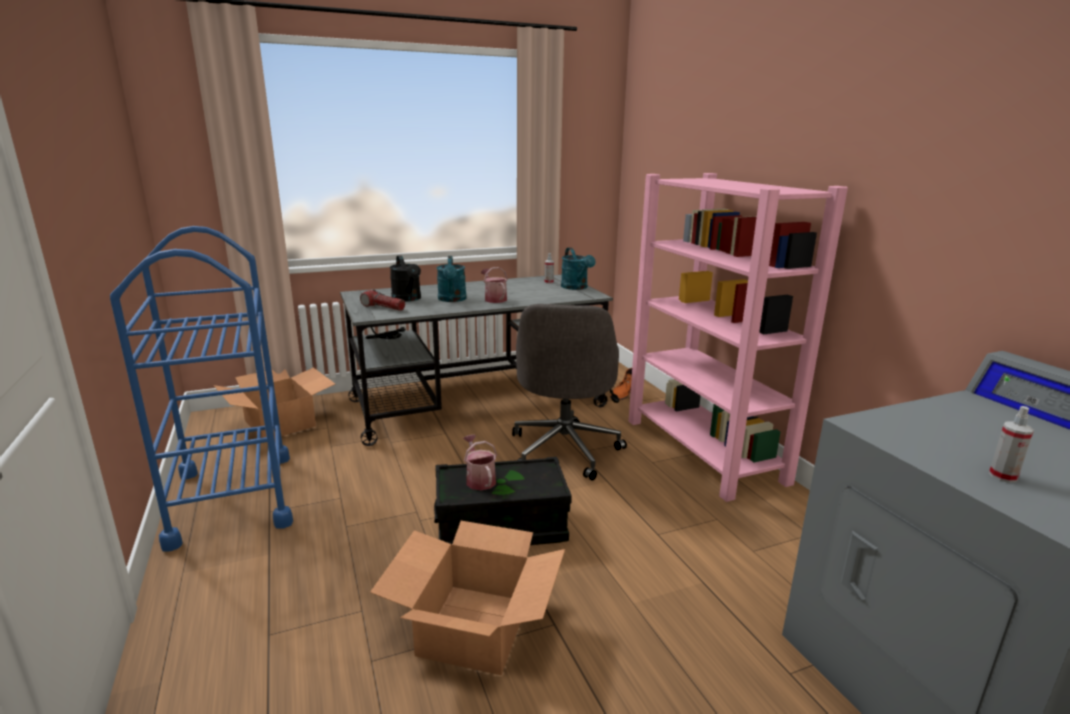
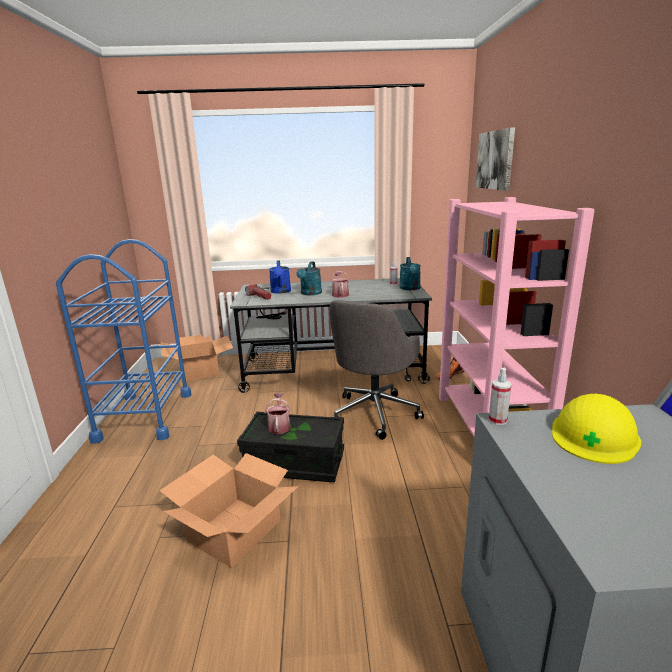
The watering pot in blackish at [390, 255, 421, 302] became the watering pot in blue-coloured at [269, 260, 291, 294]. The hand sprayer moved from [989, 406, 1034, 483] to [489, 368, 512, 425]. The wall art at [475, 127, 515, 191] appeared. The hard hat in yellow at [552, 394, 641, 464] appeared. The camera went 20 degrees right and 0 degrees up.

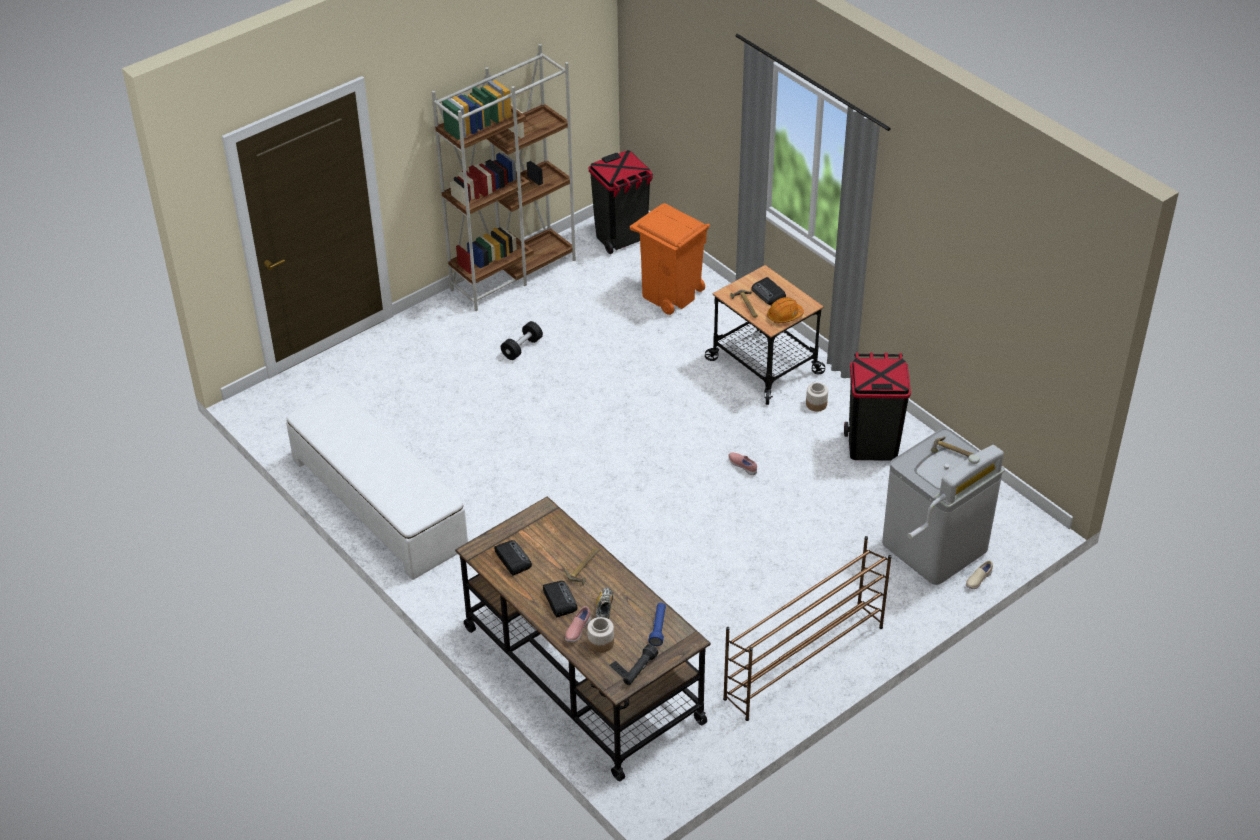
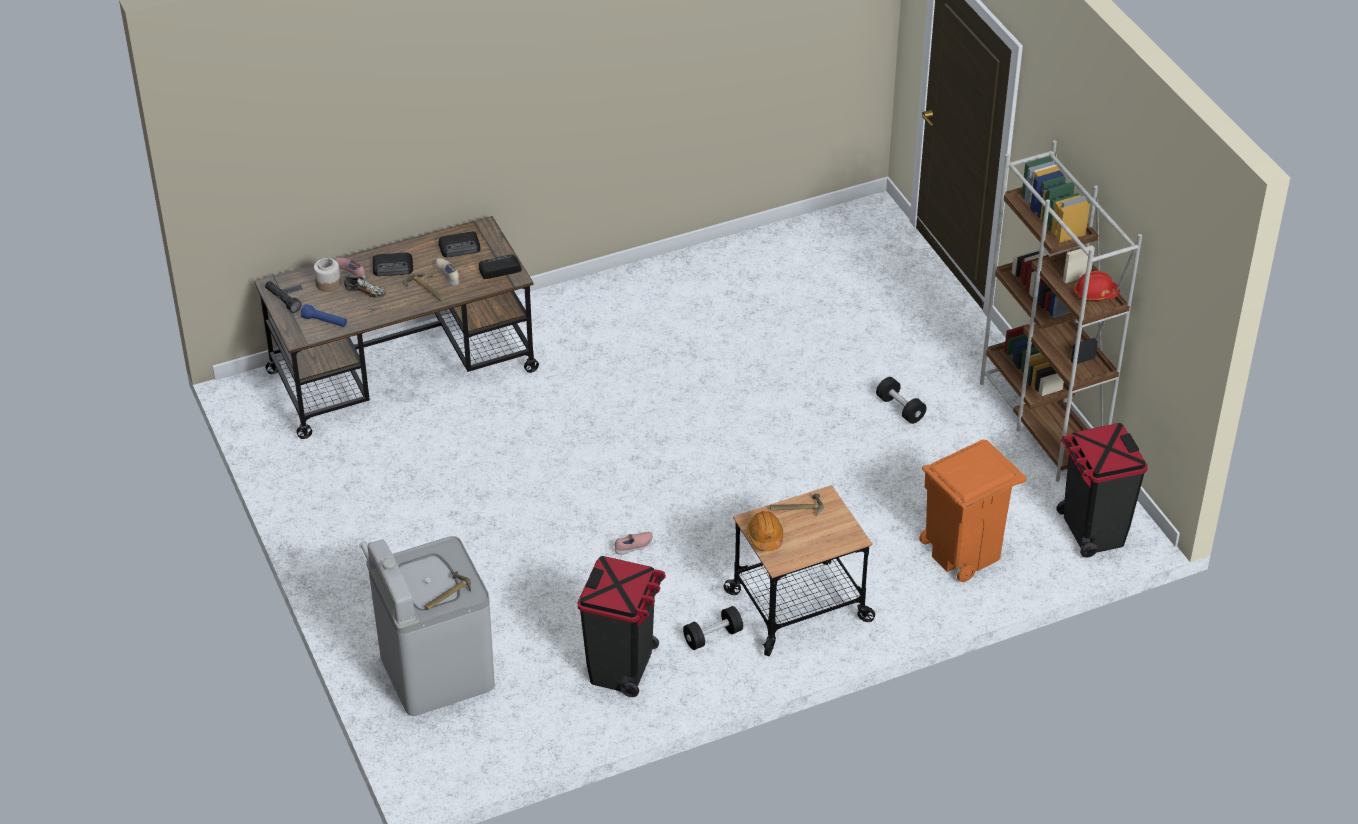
The radio moved from [751, 277, 786, 305] to [479, 254, 522, 279]. The storage jar at [806, 383, 828, 411] was replaced by the dumbbell in blackish at [683, 606, 743, 650]. The indoor bench in whitish at [286, 389, 468, 580] disappeared. The shoe rack in brown-coloured at [723, 536, 892, 721] disappeared. The shoe in beige-coloured moved from [966, 560, 993, 589] to [436, 258, 459, 286]. The hard hat in red at [1074, 271, 1120, 301] appeared. The camera went 105 degrees right and 0 degrees up.

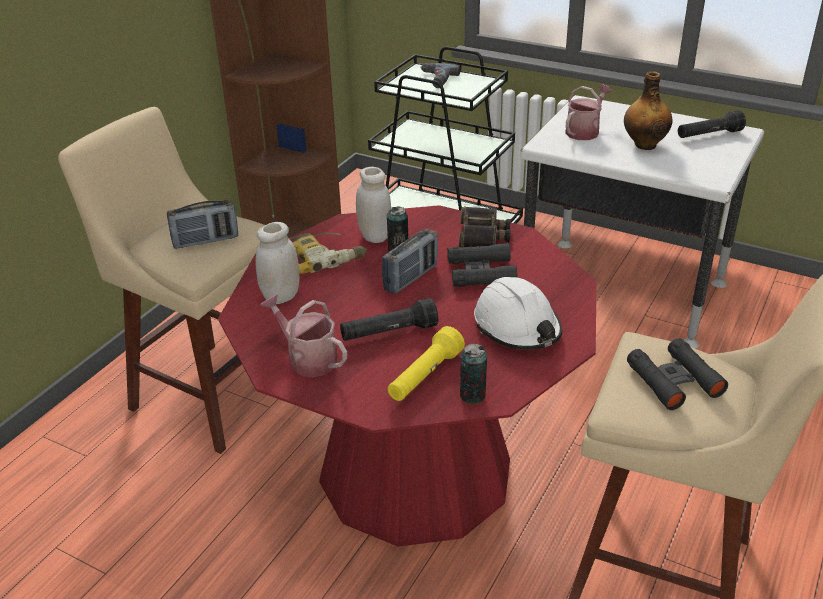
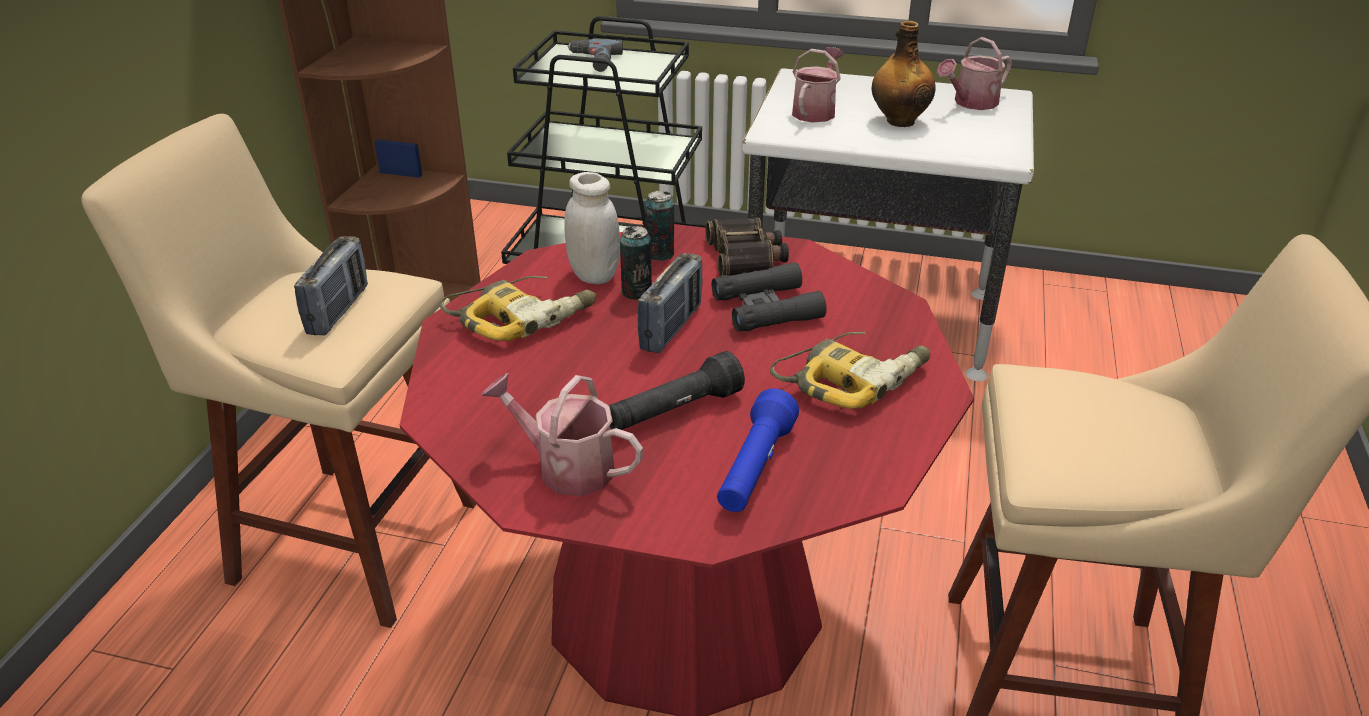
The torch in blackish at [678, 110, 746, 138] was replaced by the watering pot at [937, 37, 1012, 110]. The radio at [167, 200, 238, 249] turned 45 degrees counterclockwise. The storage jar in whitish at [255, 222, 300, 304] disappeared. The hard hat in whitish at [474, 277, 562, 350] was replaced by the power drill at [770, 332, 930, 409]. The torch in yellow at [388, 326, 465, 401] became the torch in blue-coloured at [717, 389, 799, 512]. The pair of binoculars in blackish at [627, 338, 728, 410] disappeared. The can moved from [460, 344, 487, 404] to [645, 191, 674, 261]. The camera went 15 degrees left and 0 degrees up.

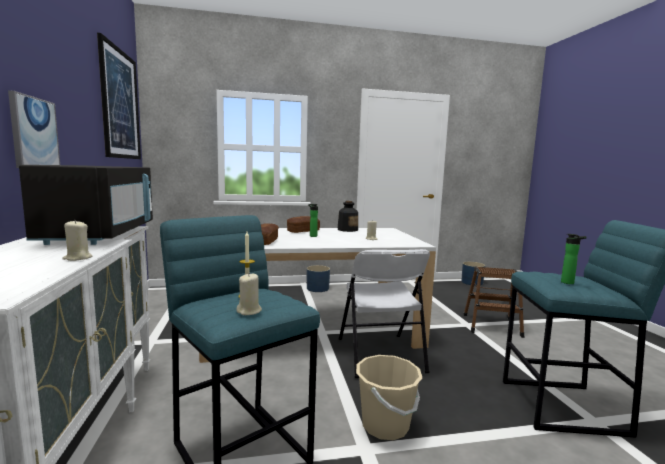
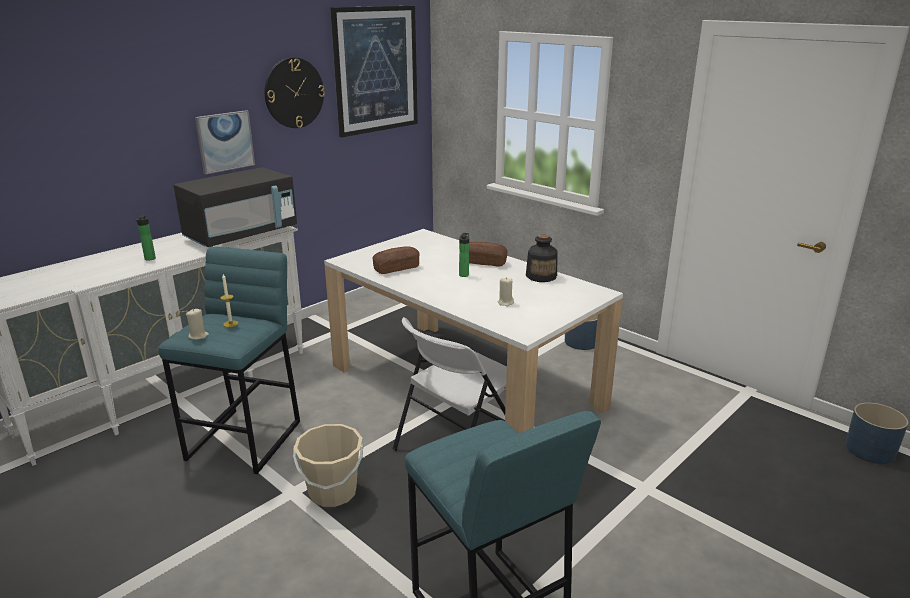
The wax light in beige-coloured at [62, 220, 92, 261] disappeared. The bottle moved from [561, 234, 587, 284] to [136, 215, 156, 261]. The step stool in brown-coloured at [463, 266, 524, 338] disappeared. The wall clock at [264, 58, 325, 128] appeared. The camera went 55 degrees right and 15 degrees up.

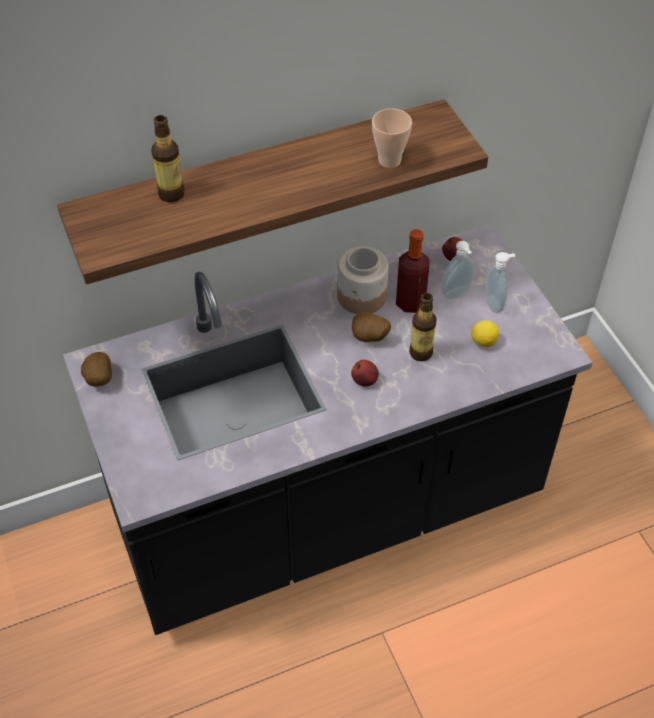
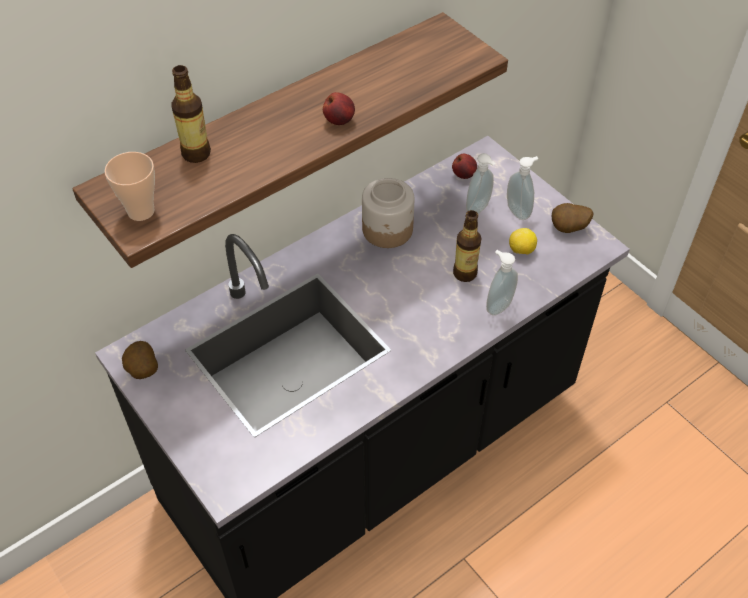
The drinking cup moved from [372, 108, 412, 168] to [104, 152, 155, 221]. The bottle at [396, 229, 429, 313] disappeared. The spud moved from [352, 312, 391, 342] to [552, 203, 594, 233]. The apple fruit moved from [351, 360, 379, 387] to [323, 92, 355, 125]. The soap bottle at [486, 250, 518, 316] appeared. The camera went 15 degrees left and 0 degrees up.

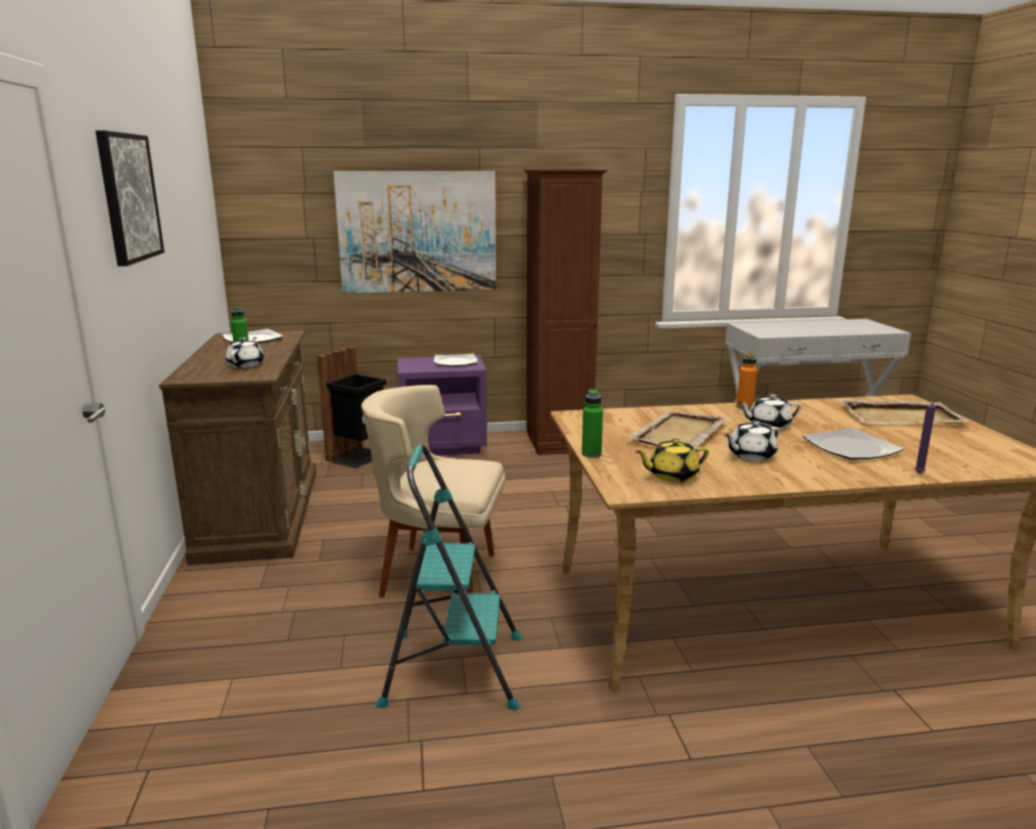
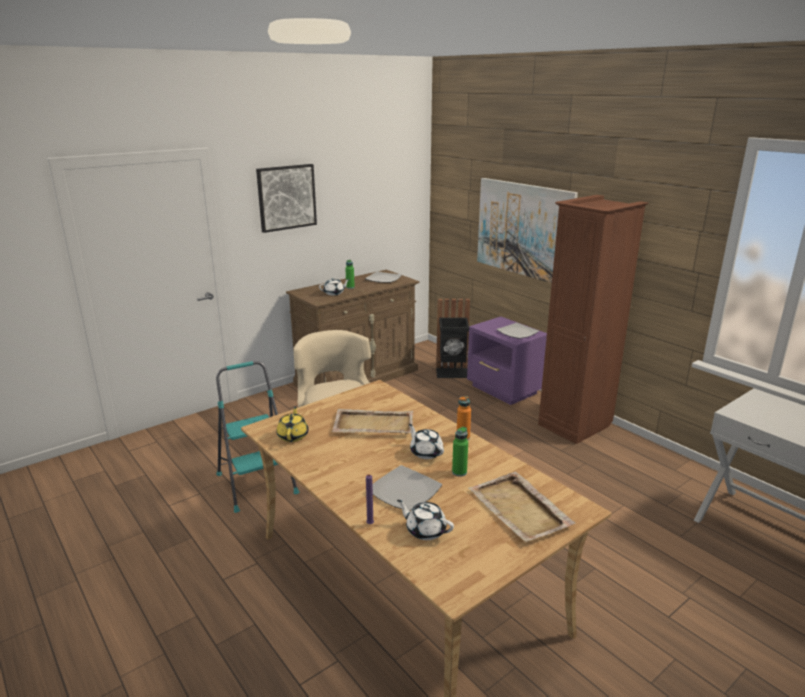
The bottle in green moved from [582, 389, 603, 458] to [452, 427, 468, 476]. The tea pot in whitish moved from [725, 420, 780, 461] to [397, 500, 454, 540]. The tea pot in yellow at [635, 439, 709, 482] turned 45 degrees clockwise. The camera went 60 degrees right and 5 degrees up.

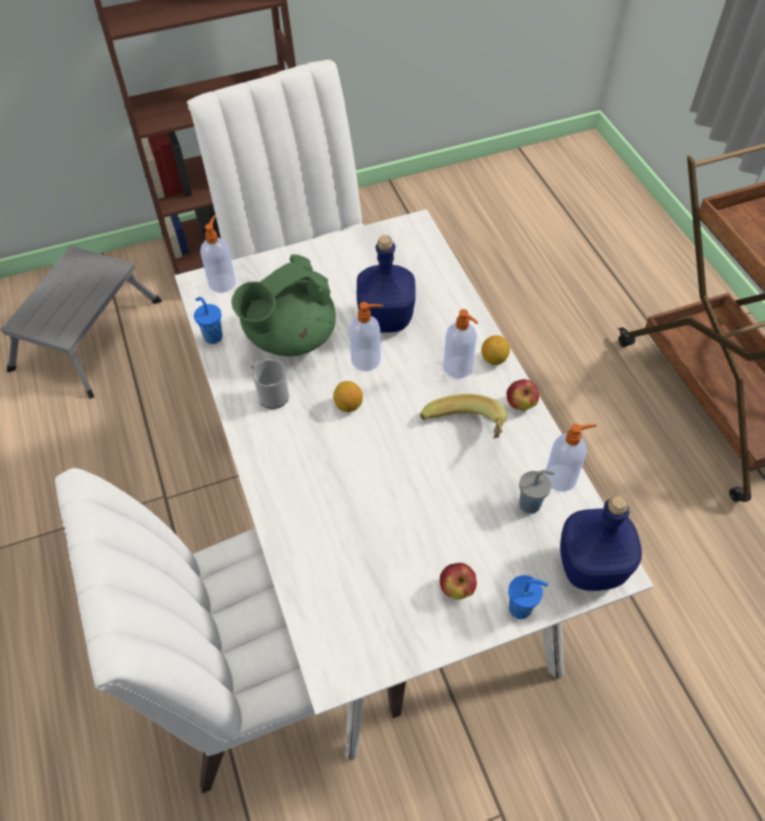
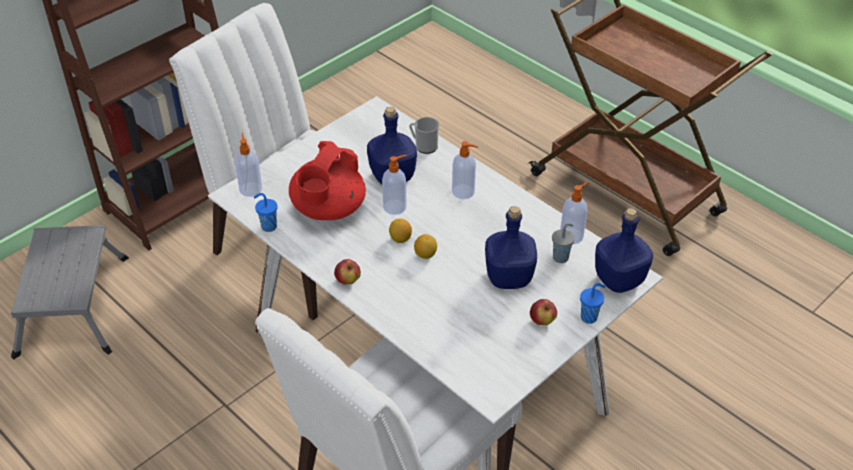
The tea pot in green at [231, 255, 336, 356] became the tea pot in red at [289, 141, 366, 220]. The whole lemon moved from [481, 335, 510, 365] to [414, 234, 437, 259]. The tea mug moved from [251, 359, 289, 409] to [409, 117, 439, 154]. The apple fruit moved from [507, 379, 539, 411] to [334, 259, 361, 285]. The banana fruit at [420, 394, 507, 439] disappeared. The bottle in blue-coloured at [485, 206, 537, 289] appeared. The camera went 25 degrees left and 10 degrees down.

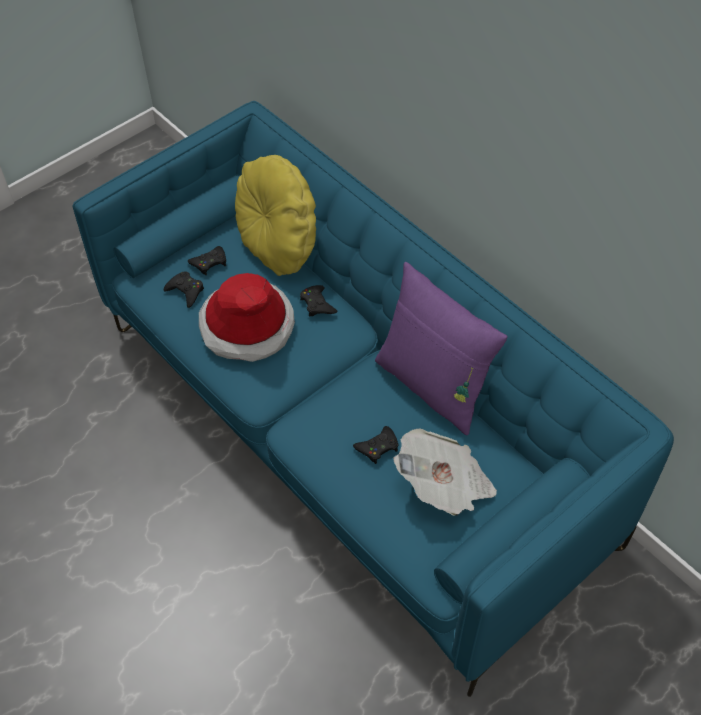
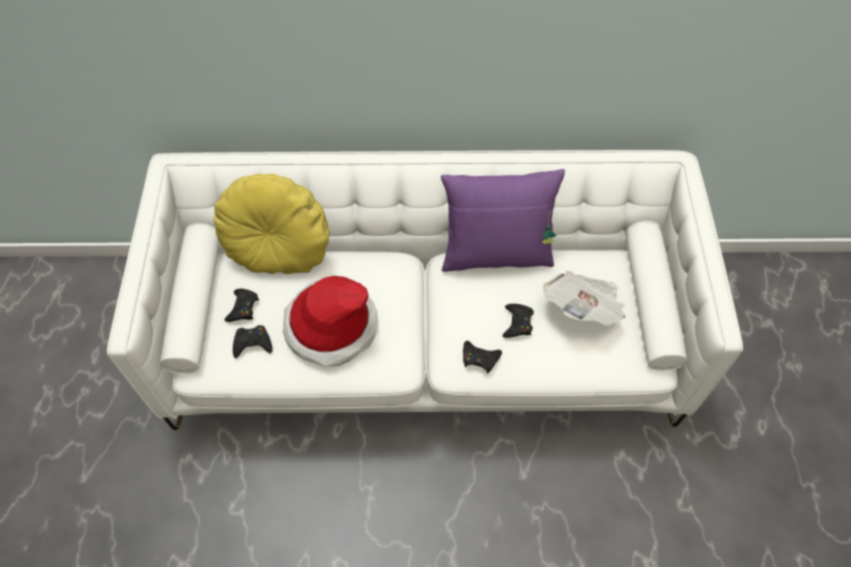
The couch in blue-coloured at [72, 101, 674, 697] became the couch in whitish at [107, 150, 743, 430]. The gamepad in blackish moved from [300, 285, 337, 317] to [463, 341, 502, 373]. The camera went 50 degrees left and 5 degrees up.

